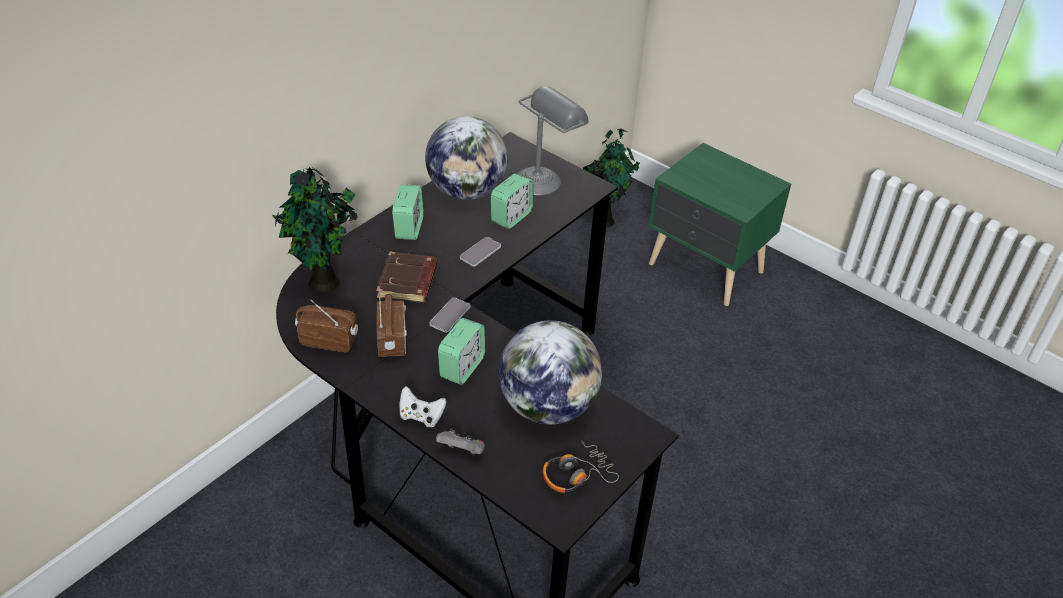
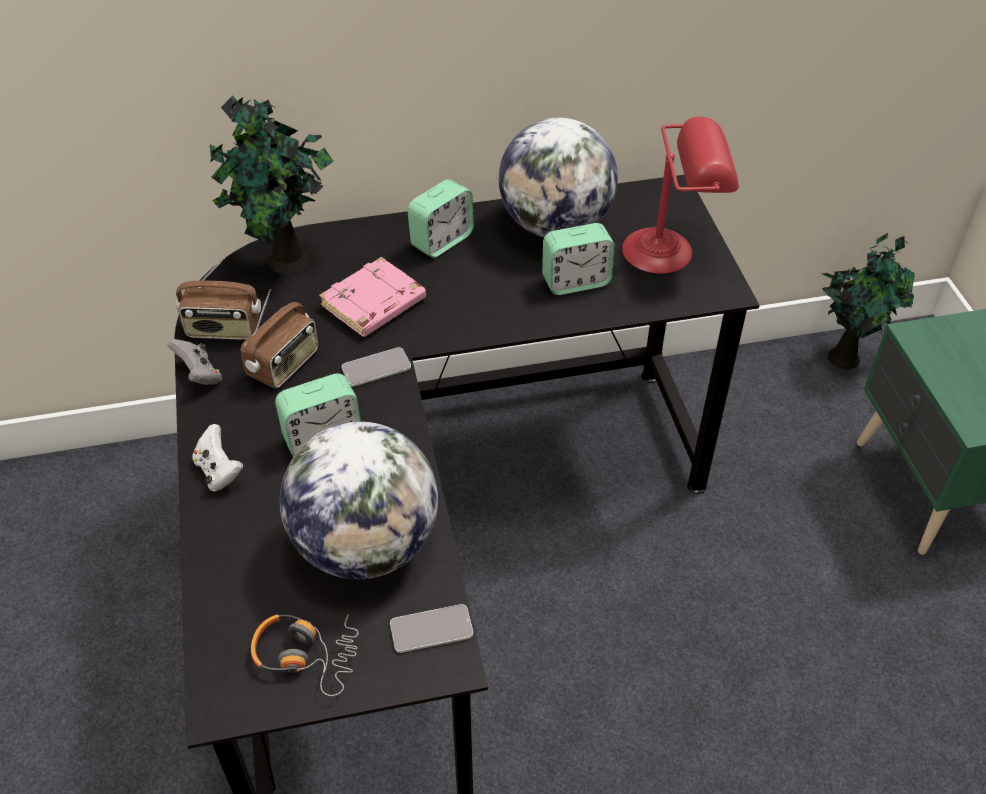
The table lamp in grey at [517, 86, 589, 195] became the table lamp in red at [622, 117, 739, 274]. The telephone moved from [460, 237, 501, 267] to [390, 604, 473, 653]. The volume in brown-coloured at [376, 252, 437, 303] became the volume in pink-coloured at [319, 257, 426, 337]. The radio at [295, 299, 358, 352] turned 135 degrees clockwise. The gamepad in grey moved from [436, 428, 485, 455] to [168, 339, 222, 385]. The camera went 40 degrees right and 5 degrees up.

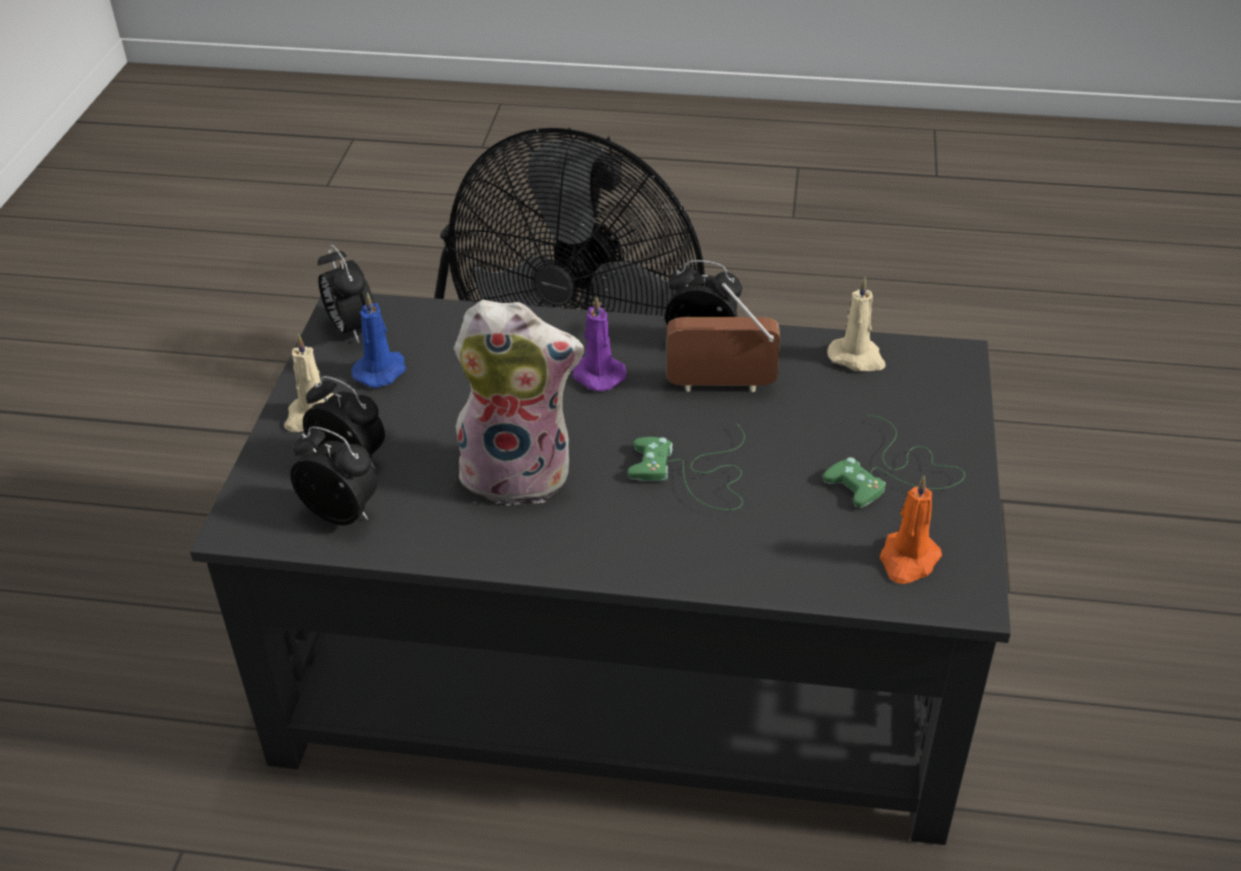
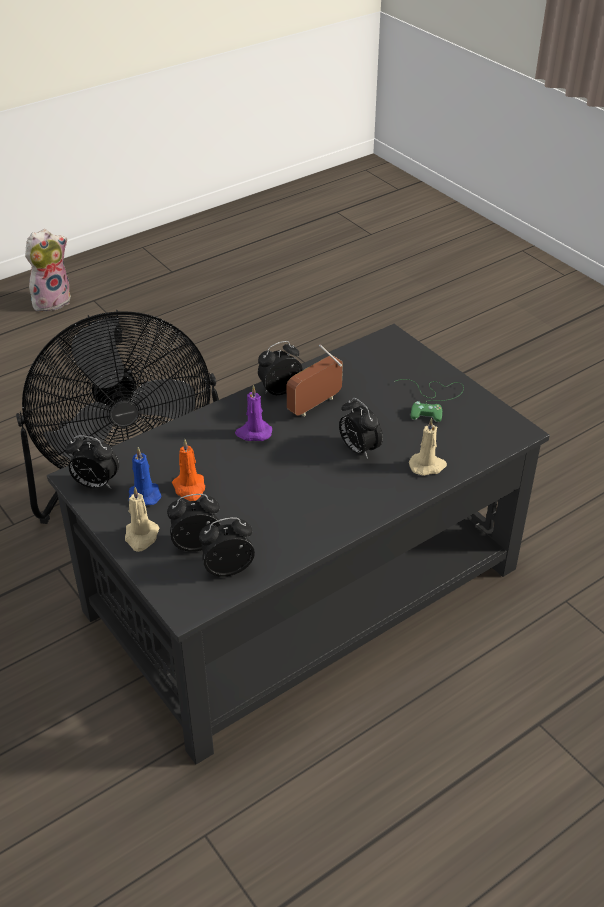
The wax light in beige-coloured moved from [827, 277, 886, 371] to [409, 418, 447, 476]. The plush toy moved from [454, 300, 584, 506] to [25, 229, 71, 311]. The gamepad in green at [627, 423, 745, 510] was replaced by the bedside clock at [339, 397, 383, 459]. The wax light in orange-coloured moved from [880, 475, 942, 584] to [172, 439, 205, 501]. The camera went 45 degrees left and 0 degrees up.

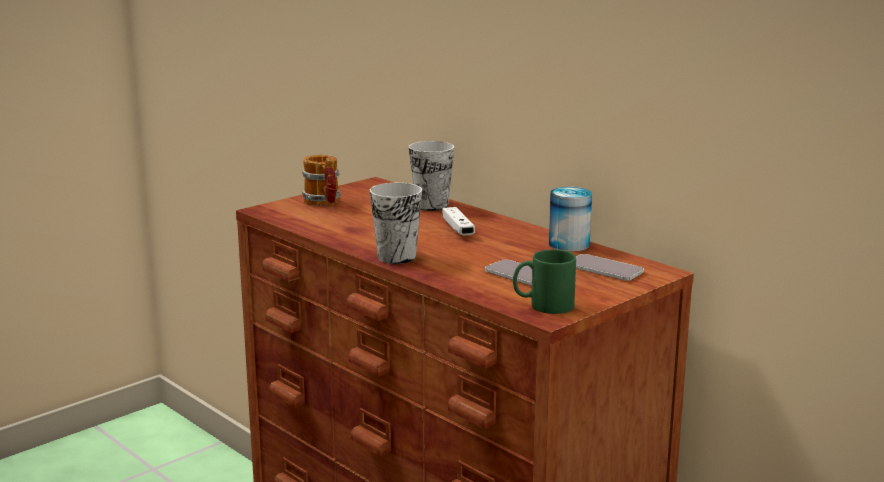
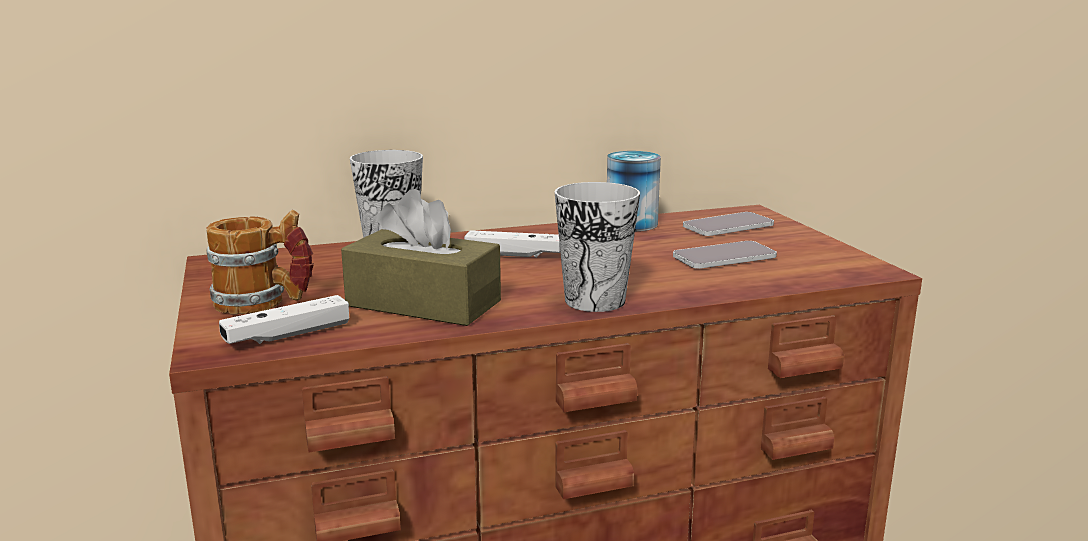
The tea mug in green at [513, 249, 576, 314] disappeared. The tissue box in brown-coloured at [341, 189, 501, 326] appeared. The gamepad in whitish at [219, 295, 349, 344] appeared. The camera went 65 degrees left and 0 degrees up.

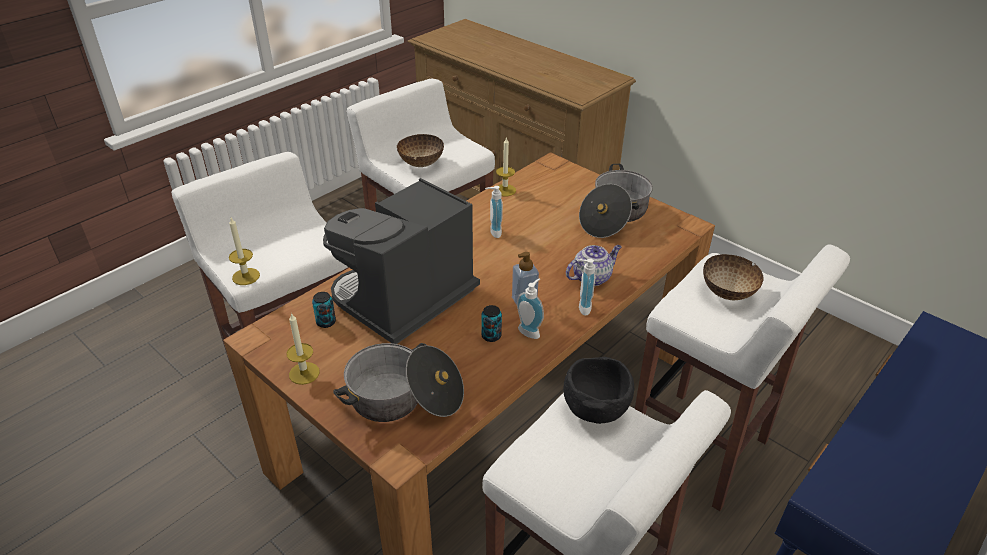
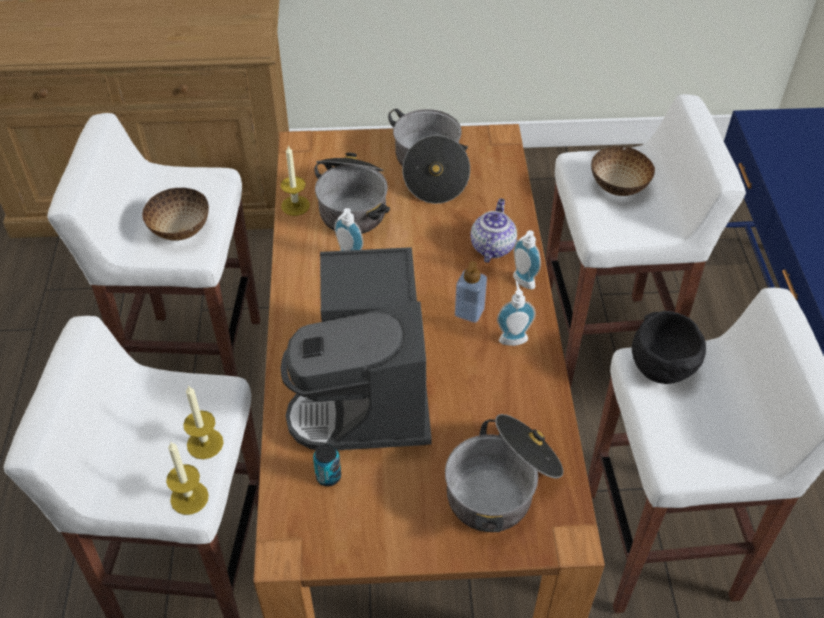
The can at [481, 305, 502, 342] disappeared. The wax light moved from [287, 312, 320, 385] to [183, 385, 223, 459]. The saucepot at [314, 152, 390, 234] appeared. The camera went 45 degrees left and 10 degrees up.

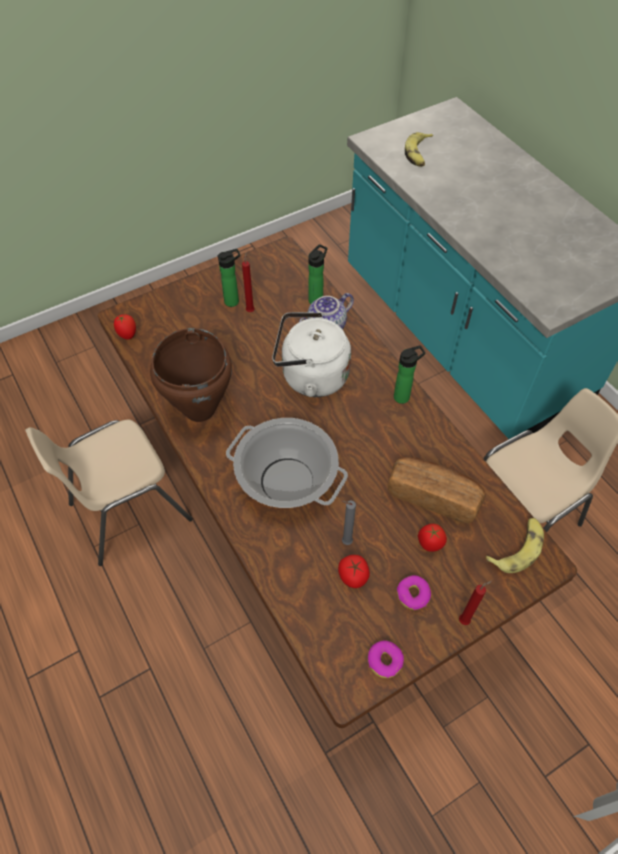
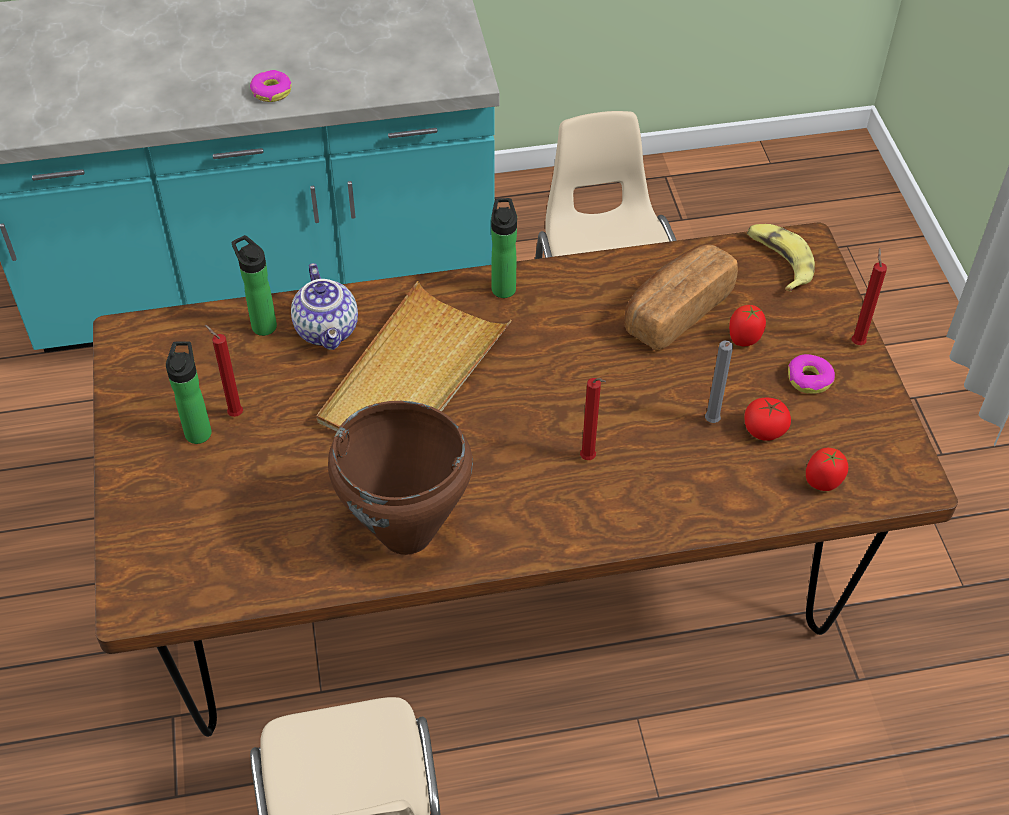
The banana fruit at [405, 132, 433, 167] disappeared. The water kettle in whitish at [272, 312, 351, 397] was replaced by the tray in beige-coloured at [317, 281, 512, 431]. The fresh tomato moved from [114, 314, 136, 340] to [806, 448, 848, 491]. The saucepot at [226, 418, 348, 508] was replaced by the wax light in red at [580, 378, 606, 460]. The donut moved from [368, 640, 404, 678] to [250, 70, 291, 102]. The camera went 70 degrees left and 5 degrees down.

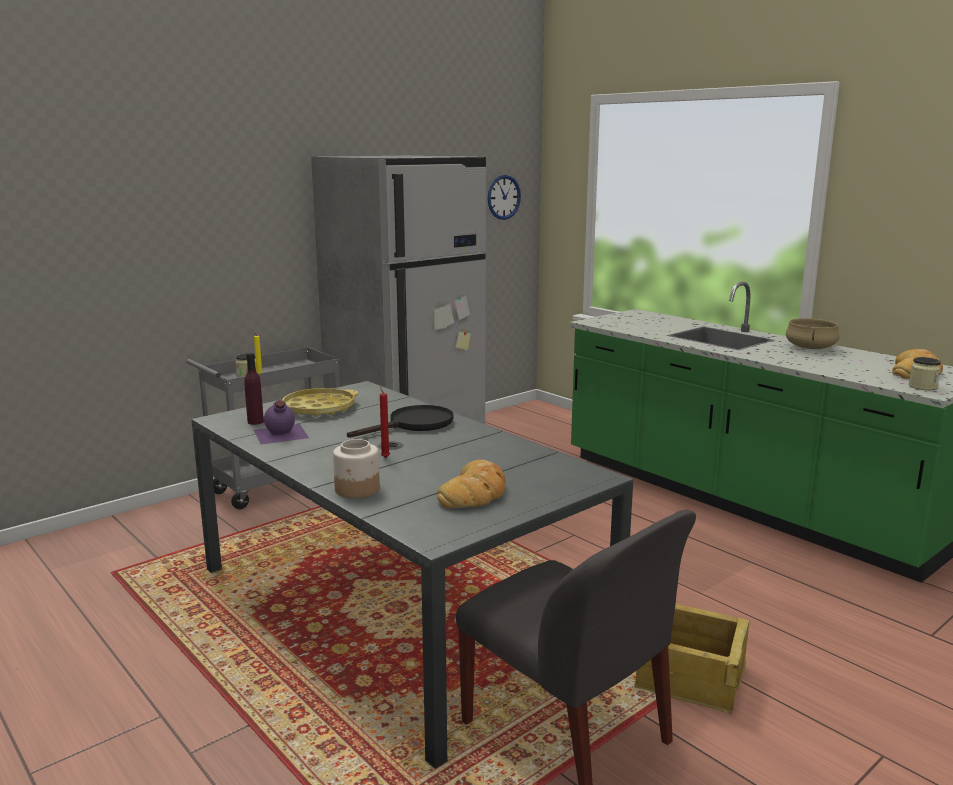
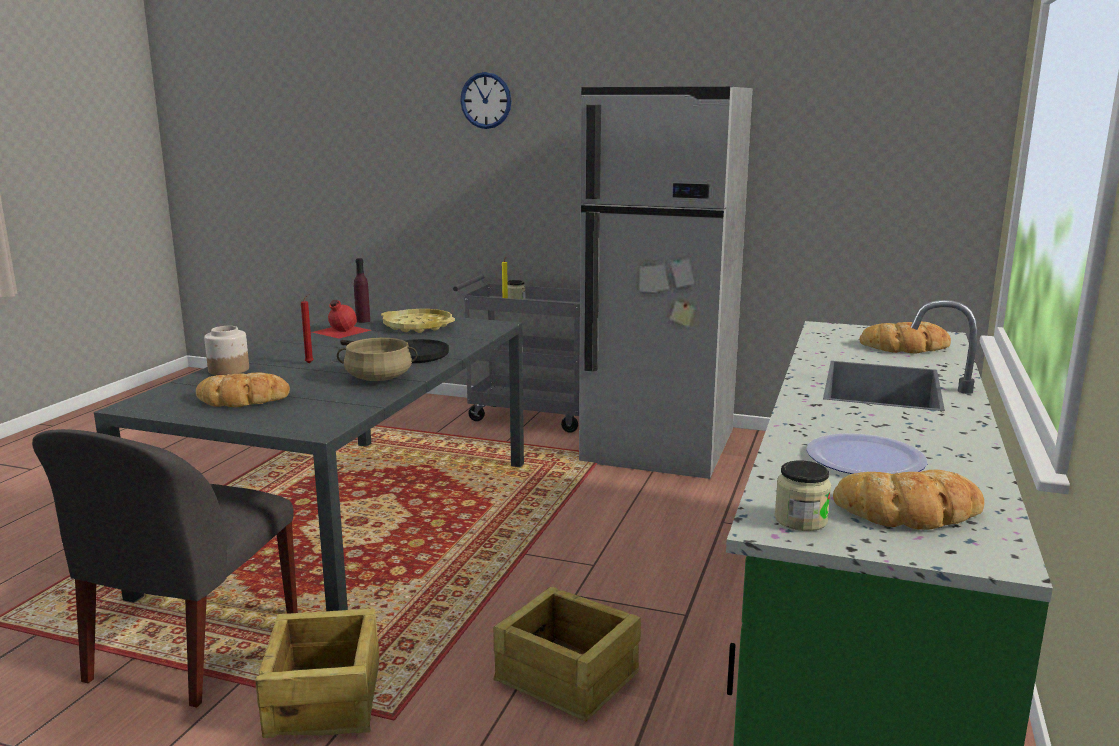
The wall clock moved from [487, 175, 521, 220] to [460, 72, 511, 129]. The saucepot in beige-coloured moved from [786, 318, 840, 349] to [337, 338, 418, 381]. The bottle in purplish at [254, 400, 309, 445] became the bottle in red at [312, 300, 371, 338]. The bakery bread at [860, 322, 951, 353] appeared. The plate at [806, 433, 927, 474] appeared. The packing crate at [493, 587, 641, 721] appeared. The camera went 60 degrees right and 0 degrees up.

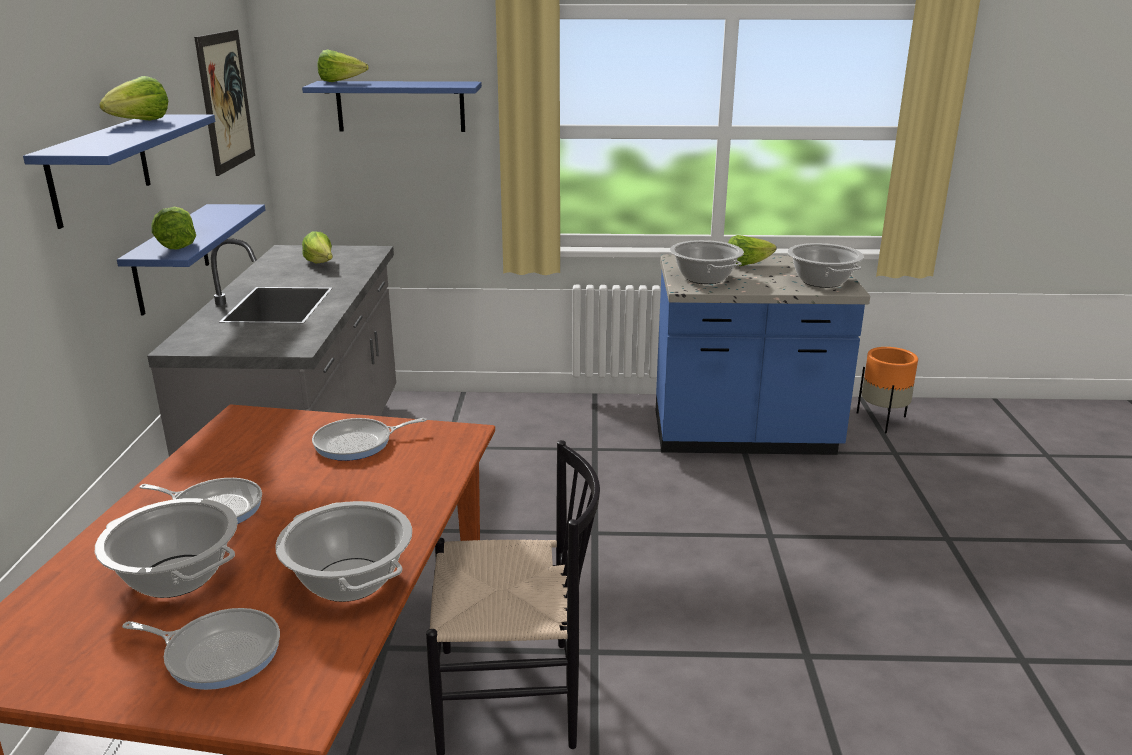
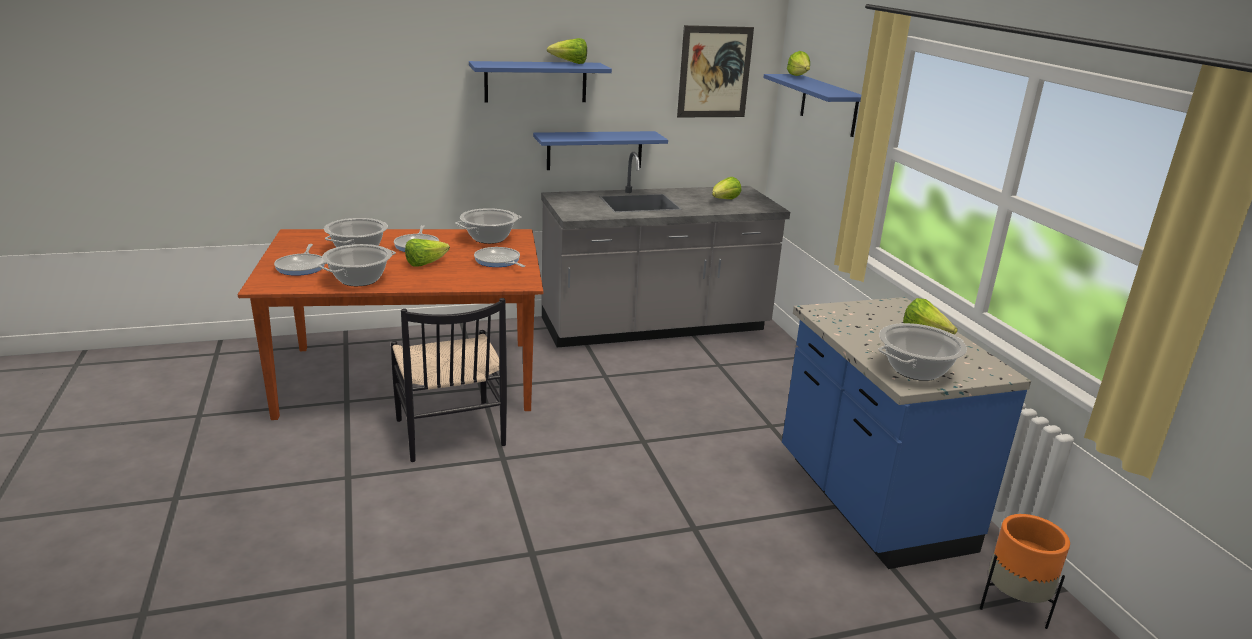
The lettuce head moved from [151, 207, 196, 249] to [405, 239, 450, 266]. The saucepot moved from [670, 240, 744, 284] to [455, 208, 522, 244]. The camera went 70 degrees right and 0 degrees up.

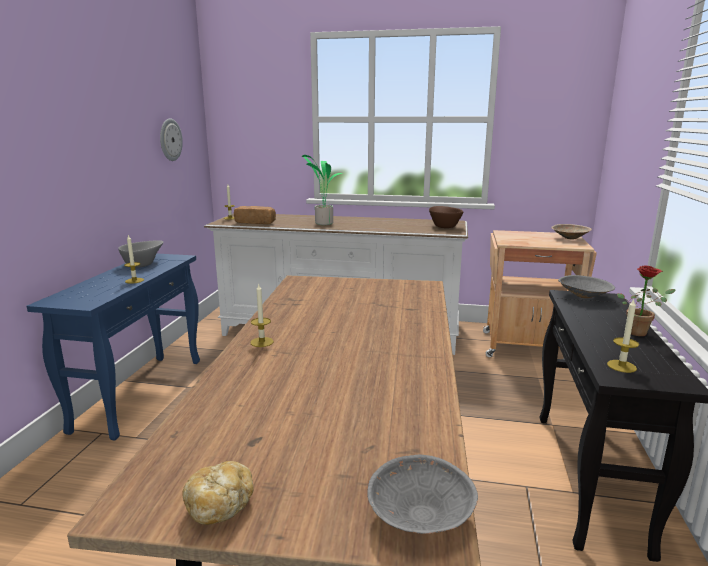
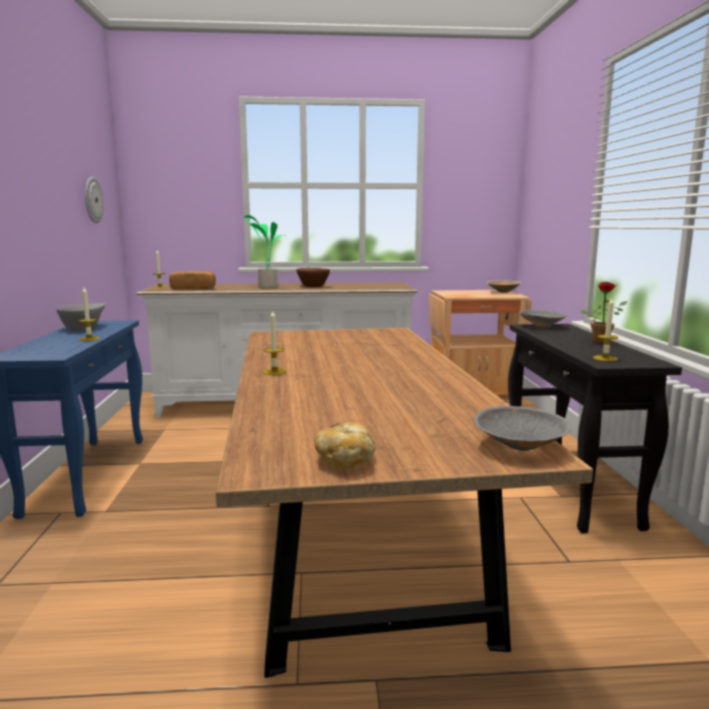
The bowl in brown-coloured moved from [429, 206, 463, 228] to [296, 268, 330, 287]. The camera went 15 degrees left and 5 degrees down.

